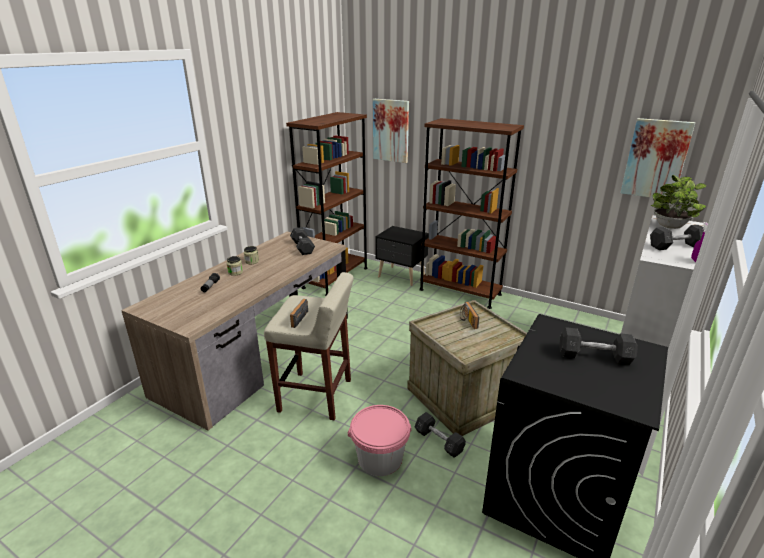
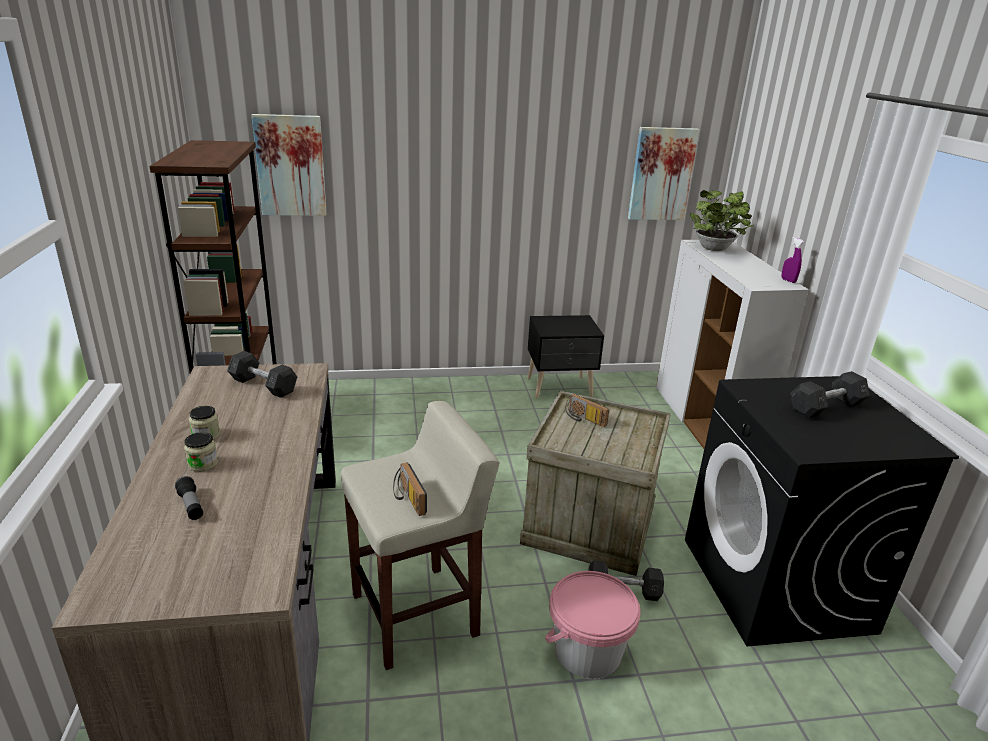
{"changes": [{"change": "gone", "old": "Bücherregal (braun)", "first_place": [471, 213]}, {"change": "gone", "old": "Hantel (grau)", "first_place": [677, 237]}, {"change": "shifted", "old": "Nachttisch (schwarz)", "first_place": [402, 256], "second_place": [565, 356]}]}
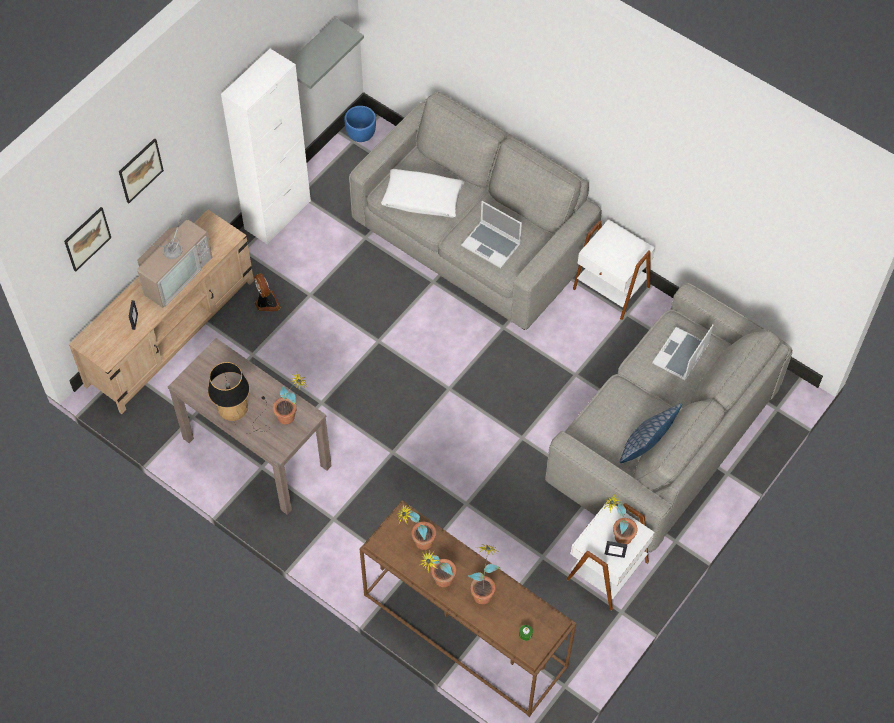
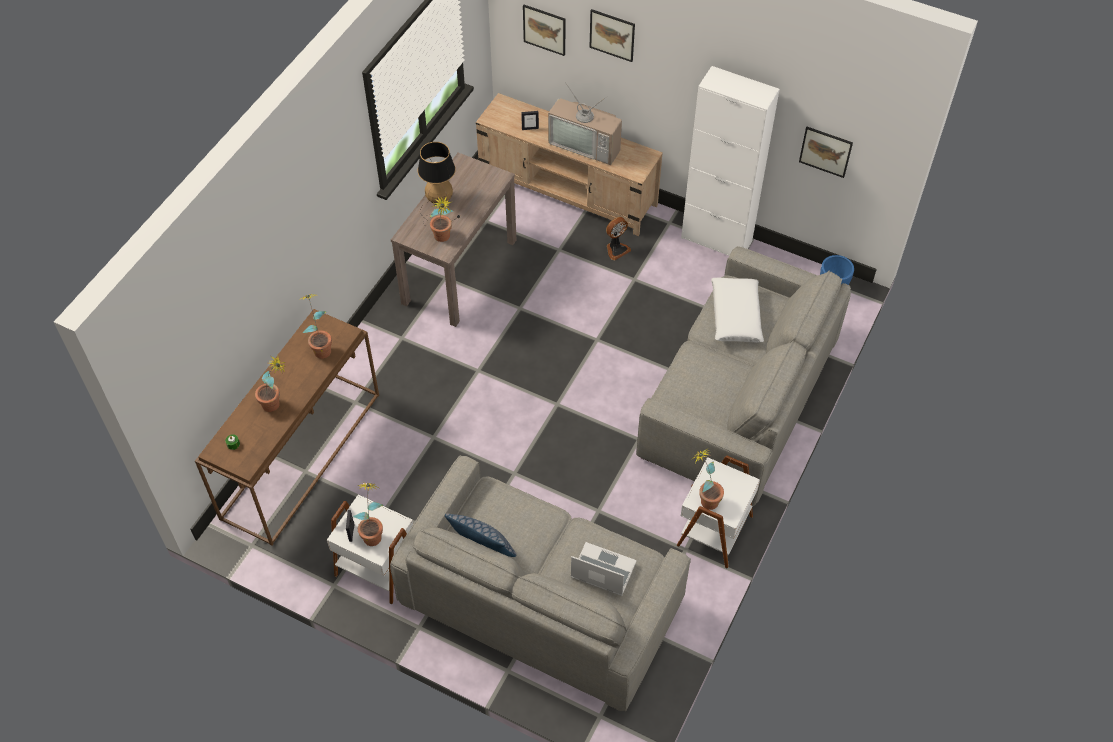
{"changes": [{"change": "gone", "old": "Laptop", "first_place": [491, 234]}, {"change": "shifted", "old": "Topfpflanze", "first_place": [438, 569], "second_place": [707, 479]}, {"change": "swapped", "old": "Wandregal (grau)", "new": "Bild", "first_place": [327, 53], "second_place": [826, 152]}]}
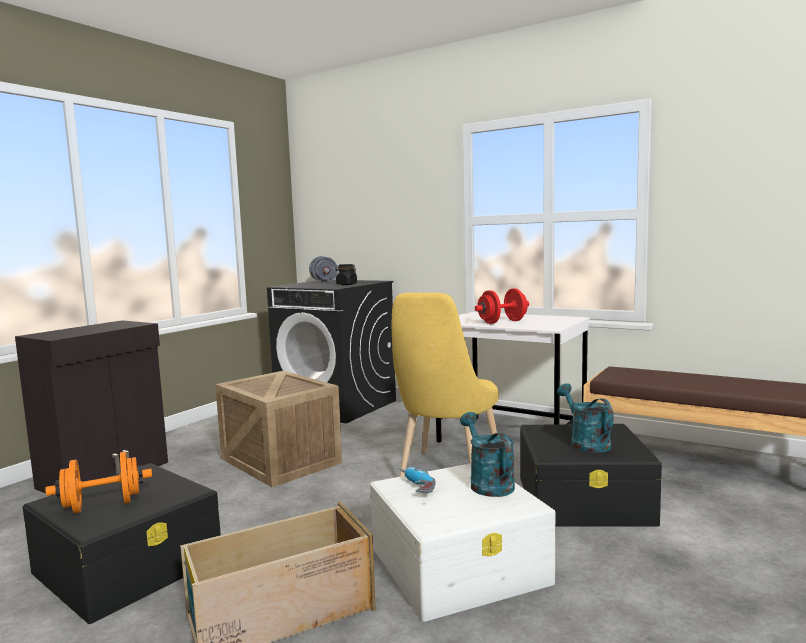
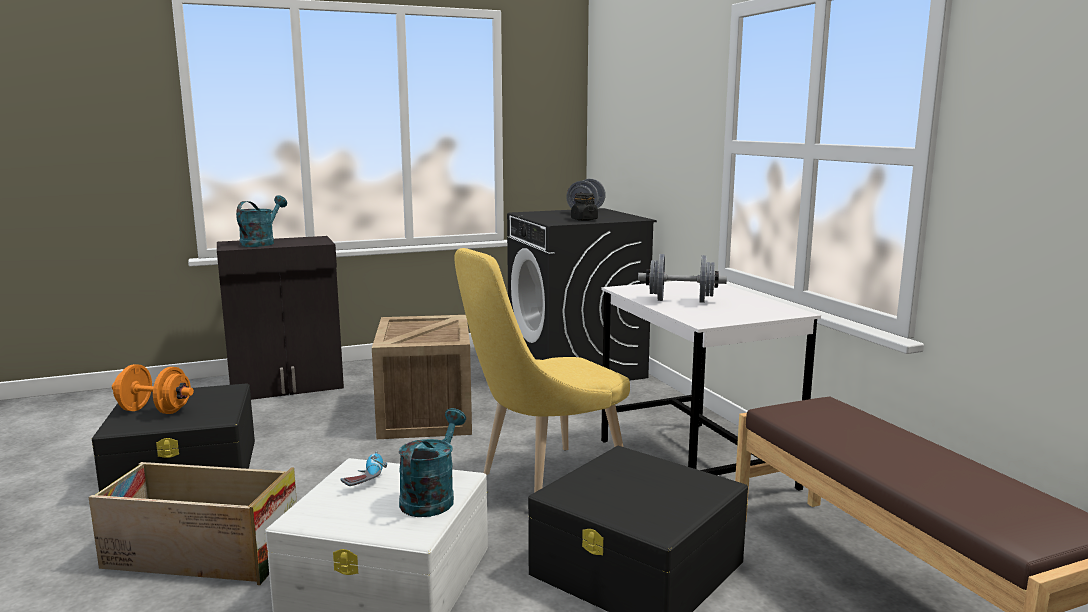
{"changes": [{"change": "shifted", "old": "Gießkanne (türkis)", "first_place": [585, 418], "second_place": [261, 221]}, {"change": "repainted", "old": "Hantel (rot)", "new": "Hantel (grau)", "first_place": [502, 306], "second_place": [682, 278]}]}
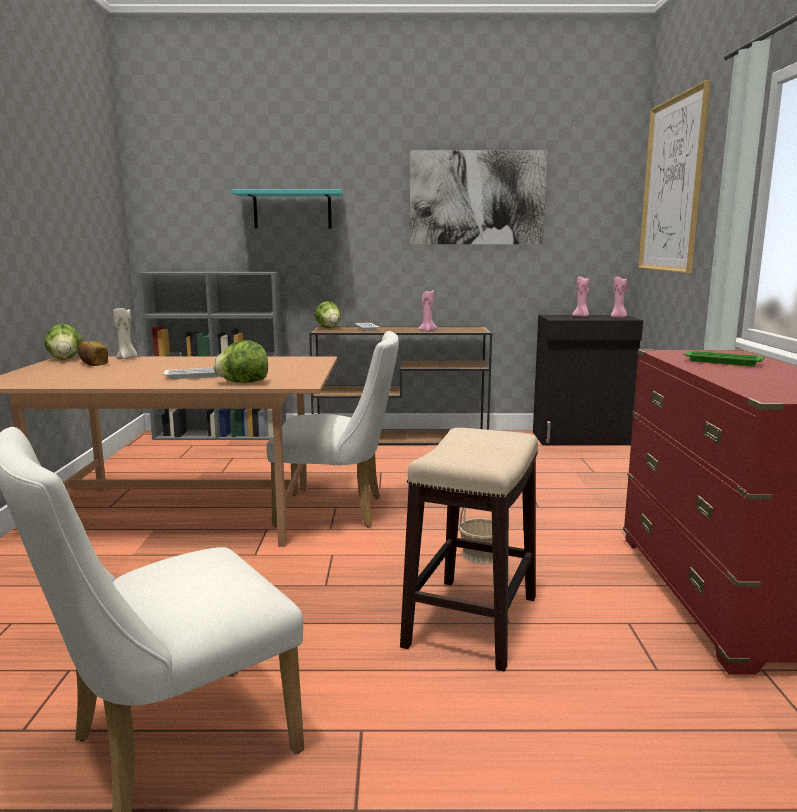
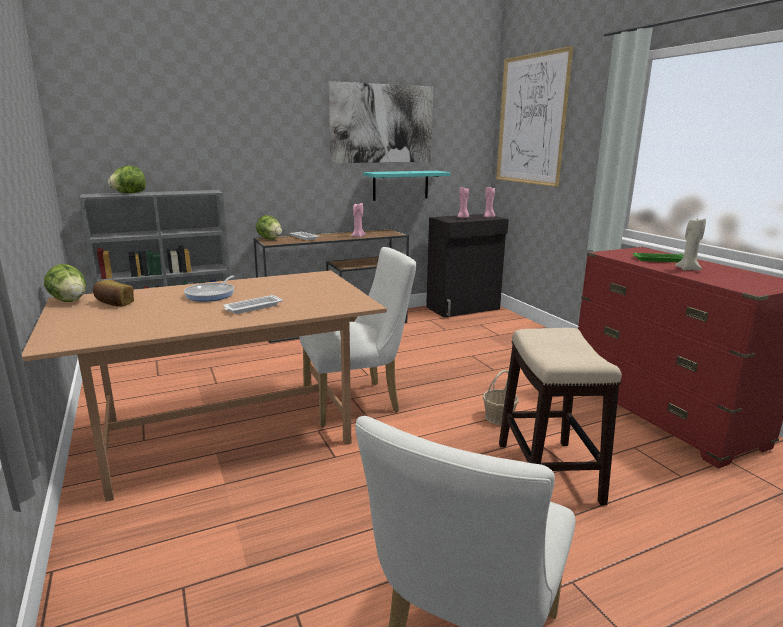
{"changes": [{"change": "new", "new": "Pfanne", "second_place": [209, 289]}, {"change": "shifted", "old": "Kerze (beige)", "first_place": [125, 332], "second_place": [690, 244]}, {"change": "shifted", "old": "Salatkopf", "first_place": [240, 362], "second_place": [127, 179]}, {"change": "shifted", "old": "Wandregal (türkis)", "first_place": [288, 208], "second_place": [407, 186]}]}
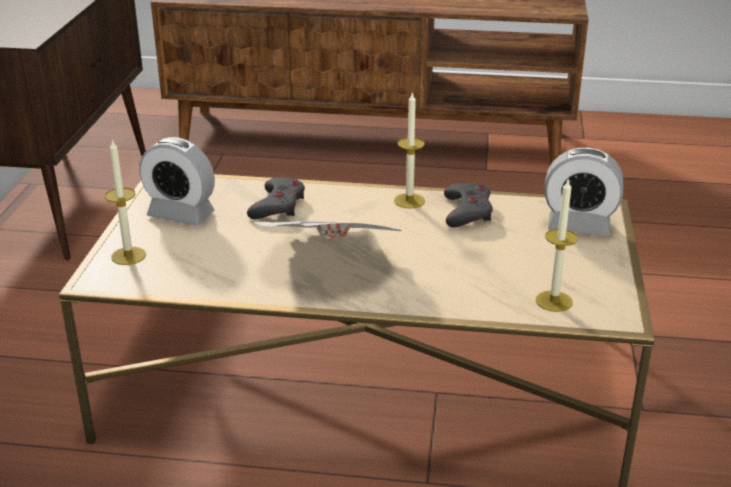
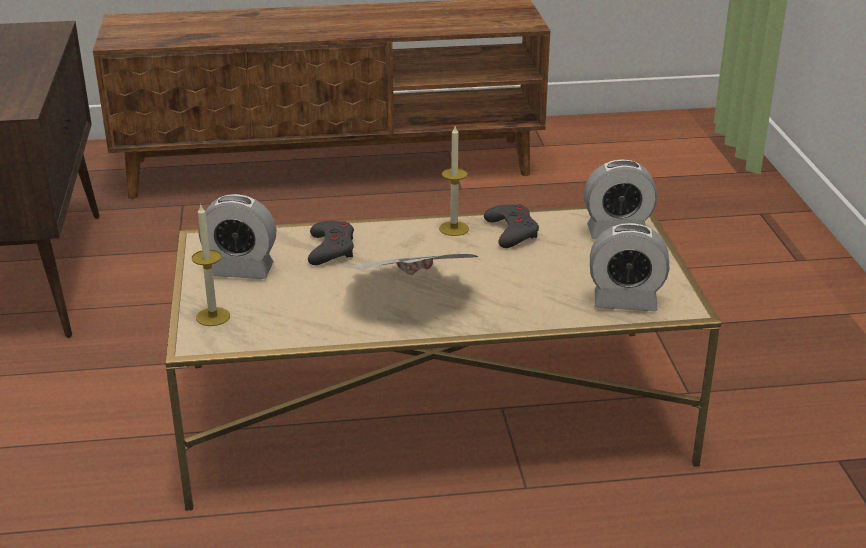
{"changes": [{"change": "swapped", "old": "Kerze", "new": "Wecker", "first_place": [557, 245], "second_place": [629, 267]}]}
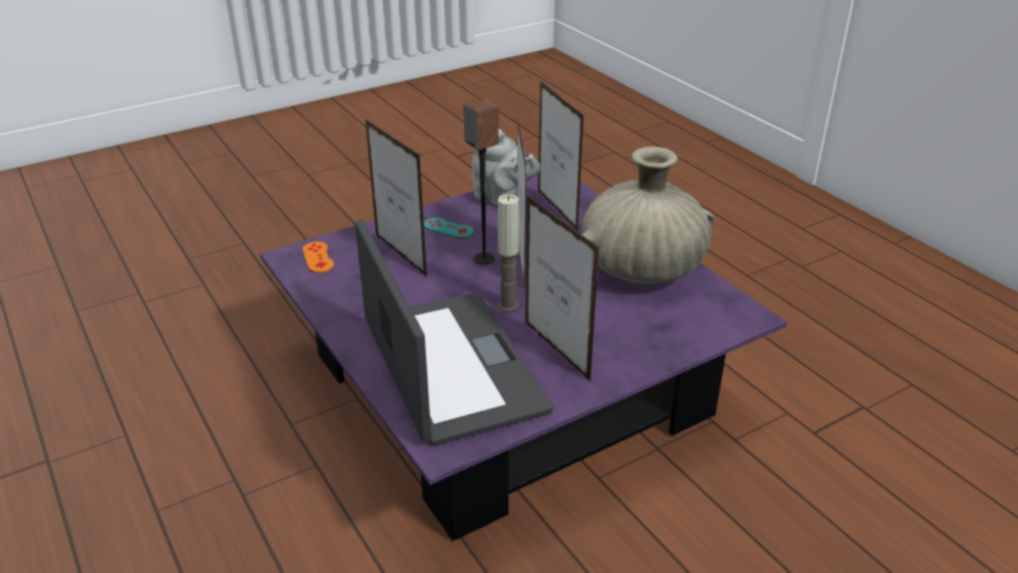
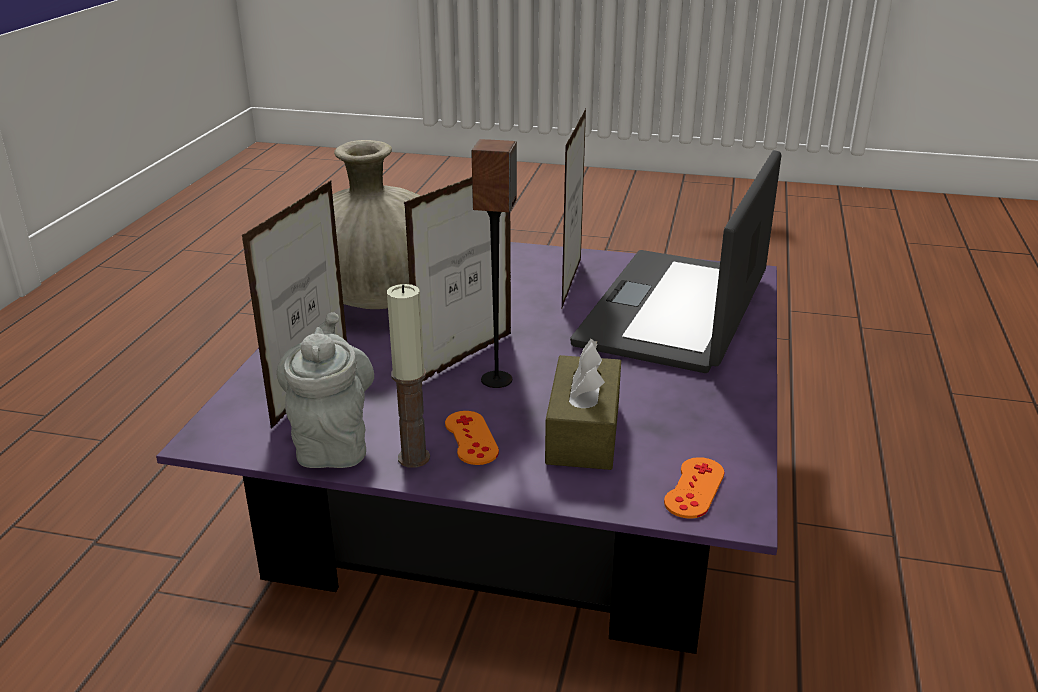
{"changes": [{"change": "shifted", "old": "Kerze", "first_place": [508, 252], "second_place": [408, 376]}, {"change": "swapped", "old": "Bilderrahmen", "new": "Taschentuchbox (braun)", "first_place": [396, 198], "second_place": [583, 404]}, {"change": "repainted", "old": "Gamepad (türkis)", "new": "Gamepad (orange)", "first_place": [449, 228], "second_place": [472, 438]}]}
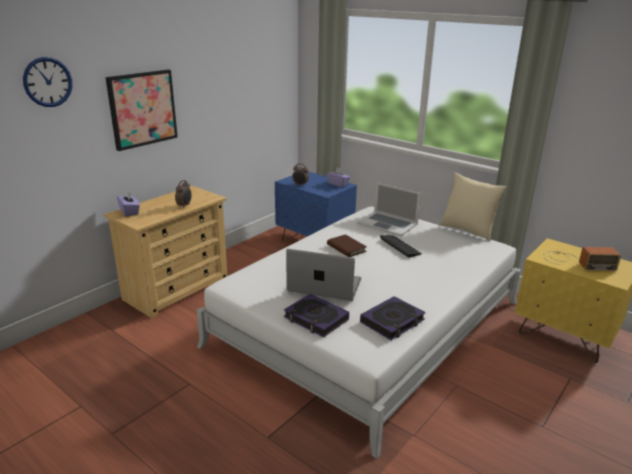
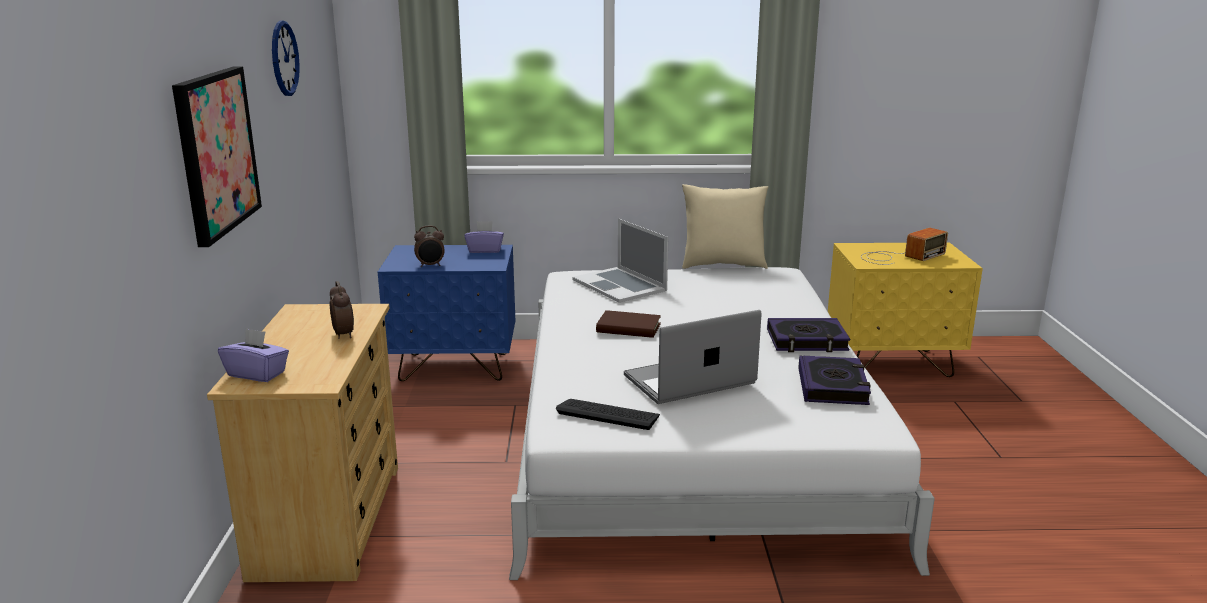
{"changes": [{"change": "shifted", "old": "Wanduhr", "first_place": [47, 82], "second_place": [286, 58]}, {"change": "shifted", "old": "Buch", "first_place": [316, 315], "second_place": [808, 335]}, {"change": "shifted", "old": "Tastatur", "first_place": [401, 246], "second_place": [608, 414]}, {"change": "rotated", "old": "Laptop", "first_place": [389, 209], "second_place": [620, 260], "degrees": 60}]}
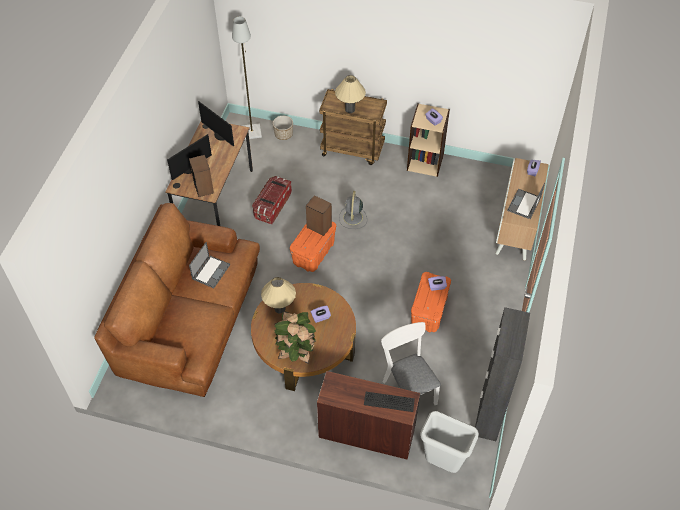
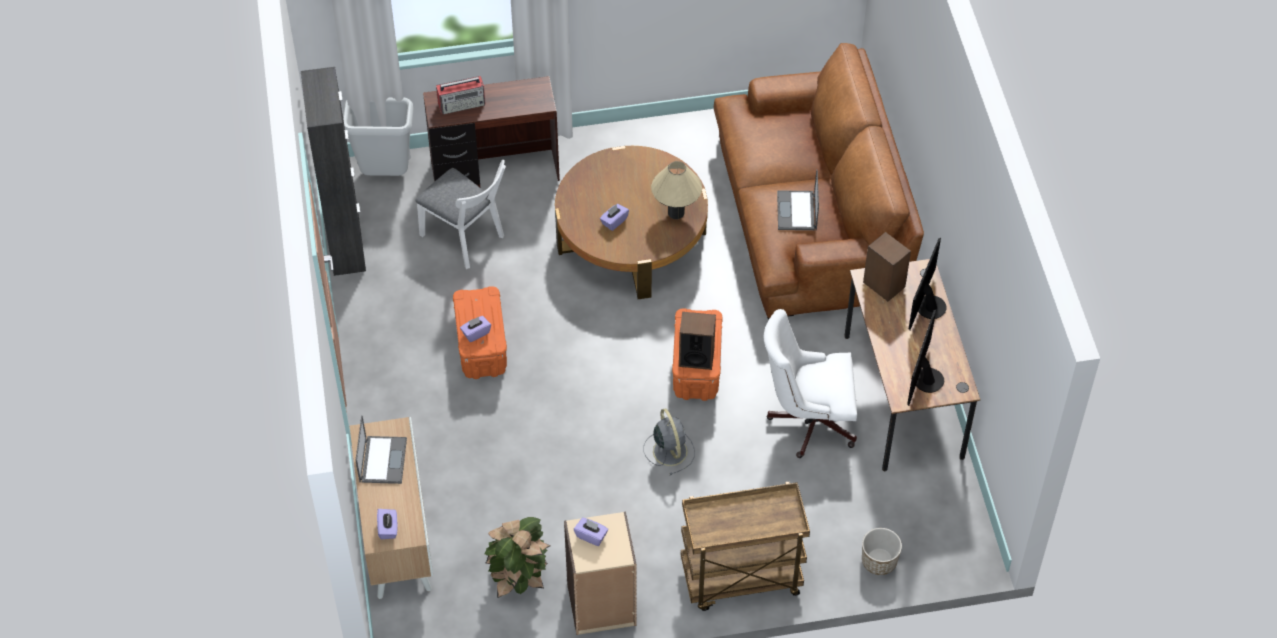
{"changes": [{"change": "gone", "old": "Stehlampe (grau)", "first_place": [247, 77]}, {"change": "gone", "old": "Tischlampe (beige)", "first_place": [350, 94]}, {"change": "shifted", "old": "Topfpflanze", "first_place": [295, 337], "second_place": [517, 557]}, {"change": "swapped", "old": "Aufbewahrungsbox", "new": "Bürostuhl (weiß)", "first_place": [272, 200], "second_place": [810, 383]}, {"change": "swapped", "old": "Tastatur", "new": "Radio", "first_place": [389, 402], "second_place": [461, 95]}, {"change": "rotated", "old": "Monitor", "first_place": [216, 123], "second_place": [925, 358], "degrees": -90}]}
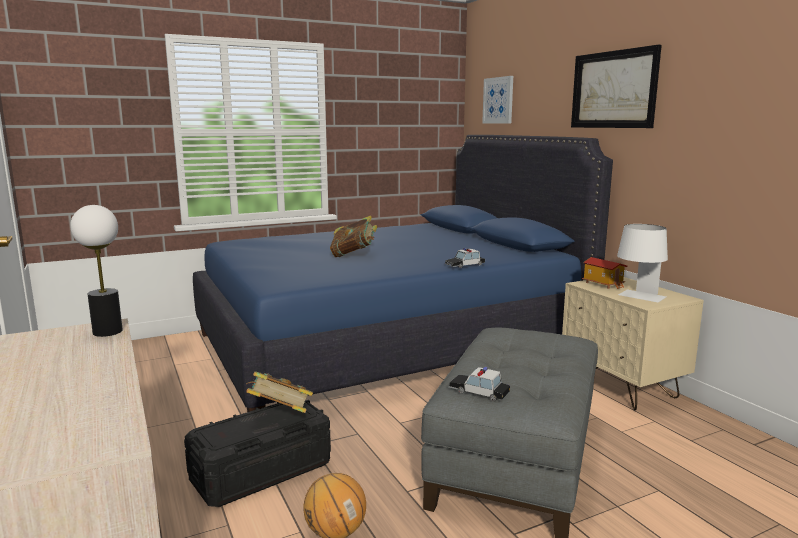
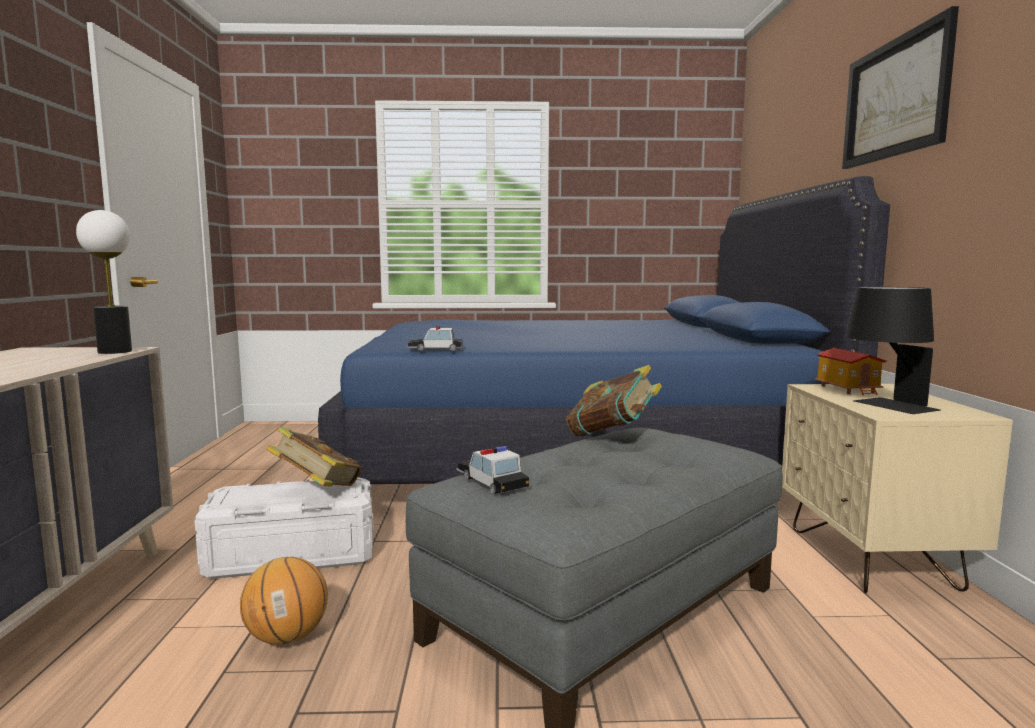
{"changes": [{"change": "gone", "old": "Bild", "first_place": [497, 100]}, {"change": "shifted", "old": "Buch", "first_place": [353, 236], "second_place": [614, 401]}, {"change": "shifted", "old": "Spielzeugauto", "first_place": [465, 258], "second_place": [435, 338]}, {"change": "repainted", "old": "Aufbewahrungsbox (schwarz)", "new": "Aufbewahrungsbox (weiß)", "first_place": [257, 453], "second_place": [284, 528]}, {"change": "repainted", "old": "Tischlampe (weiß)", "new": "Tischlampe (schwarz)", "first_place": [642, 263], "second_place": [893, 350]}]}
